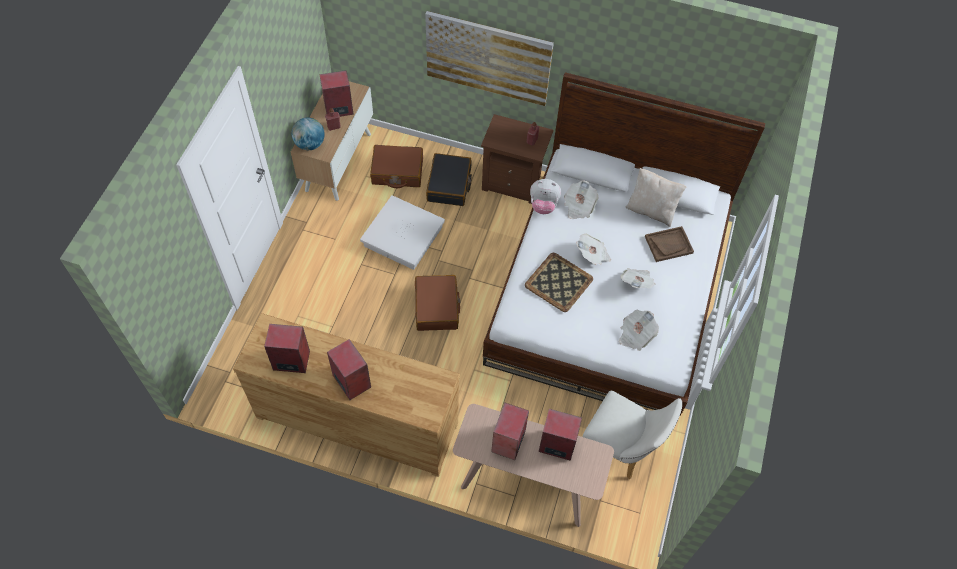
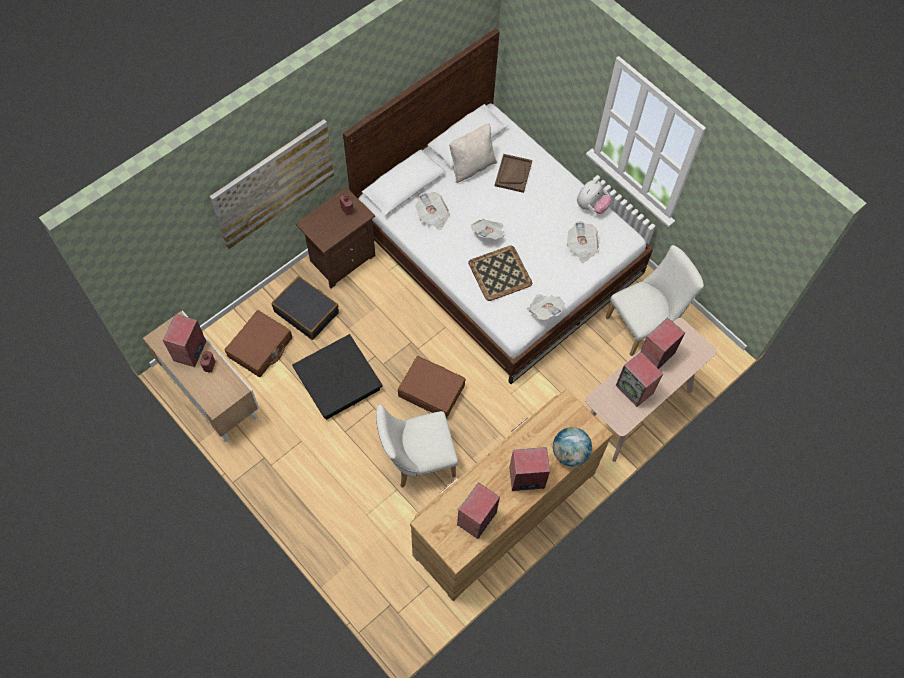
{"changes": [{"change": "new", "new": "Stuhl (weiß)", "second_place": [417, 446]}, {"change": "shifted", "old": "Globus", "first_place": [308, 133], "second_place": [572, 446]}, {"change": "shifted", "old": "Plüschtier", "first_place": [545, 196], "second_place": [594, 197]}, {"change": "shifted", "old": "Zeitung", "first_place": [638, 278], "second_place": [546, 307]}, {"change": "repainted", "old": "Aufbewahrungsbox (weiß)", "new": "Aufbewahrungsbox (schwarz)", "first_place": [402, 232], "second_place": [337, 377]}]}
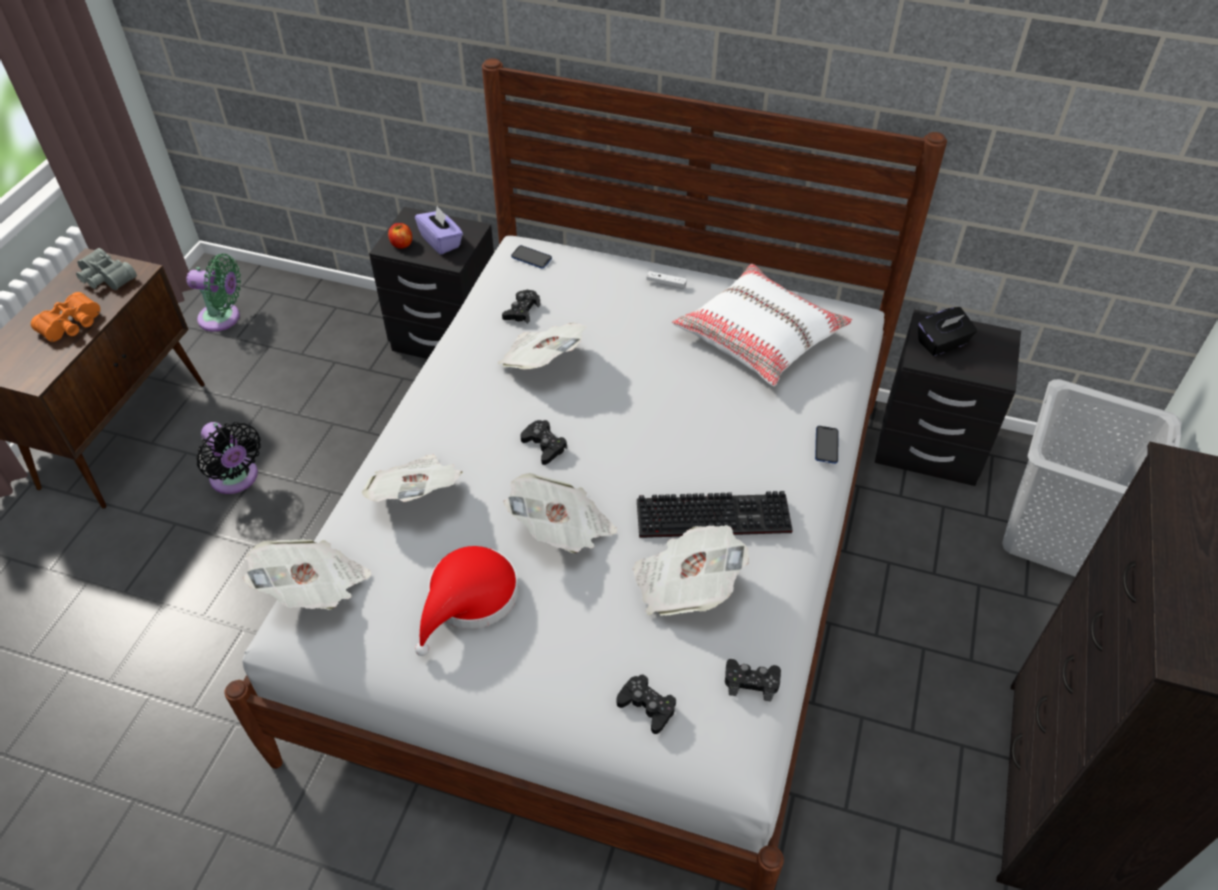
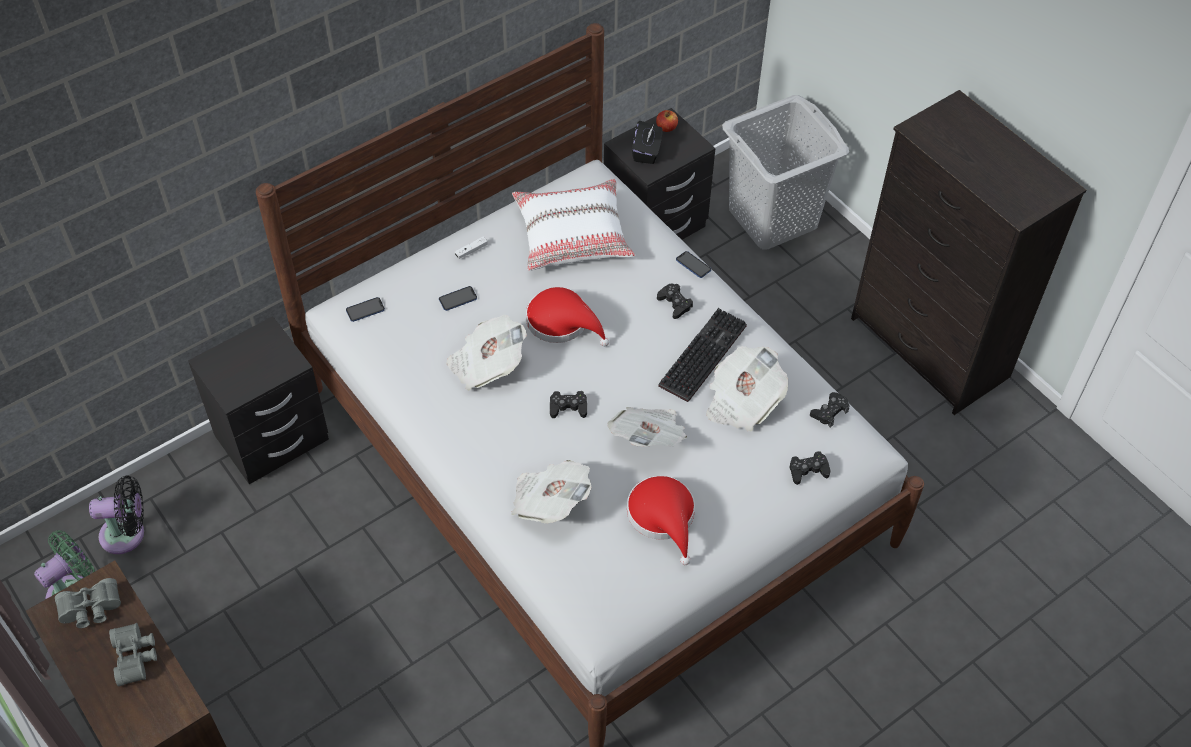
{"changes": [{"change": "gone", "old": "Zeitung", "first_place": [307, 574]}, {"change": "gone", "old": "Taschentuchbox (lila)", "first_place": [439, 230]}, {"change": "new", "new": "Handy", "second_place": [458, 298]}, {"change": "new", "new": "Hut (rot)", "second_place": [567, 316]}, {"change": "shifted", "old": "Ventilator (schwarz)", "first_place": [228, 458], "second_place": [116, 514]}, {"change": "shifted", "old": "Apfel", "first_place": [400, 236], "second_place": [667, 121]}, {"change": "shifted", "old": "Gamepad (schwarz)", "first_place": [521, 307], "second_place": [675, 301]}, {"change": "repainted", "old": "Fernglas (orange)", "new": "Fernglas (grau)", "first_place": [65, 317], "second_place": [133, 655]}]}
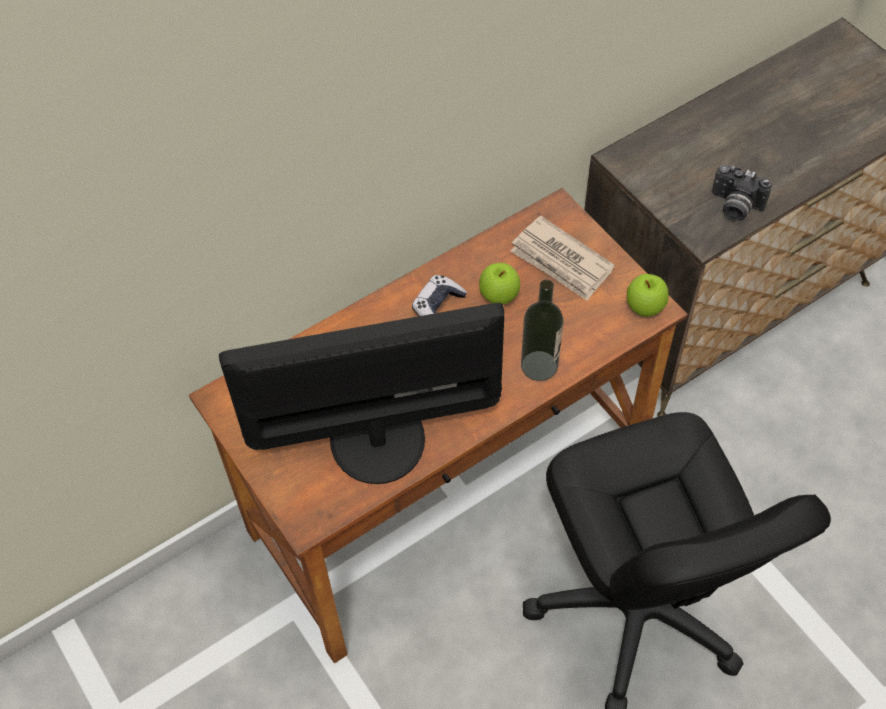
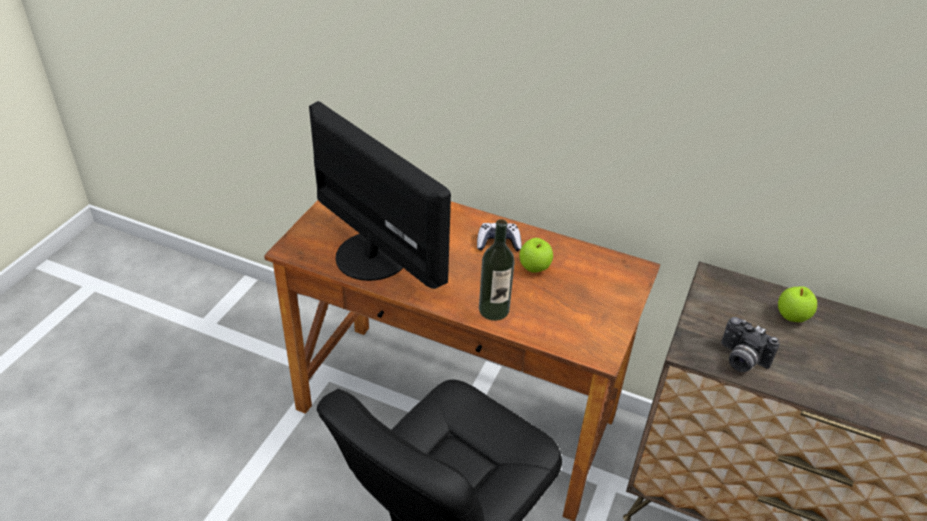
{"changes": [{"change": "gone", "old": "Zeitung", "first_place": [562, 258]}, {"change": "shifted", "old": "Apfel", "first_place": [647, 295], "second_place": [797, 304]}, {"change": "rotated", "old": "Kamera", "first_place": [742, 193], "second_place": [750, 344], "degrees": -45}]}
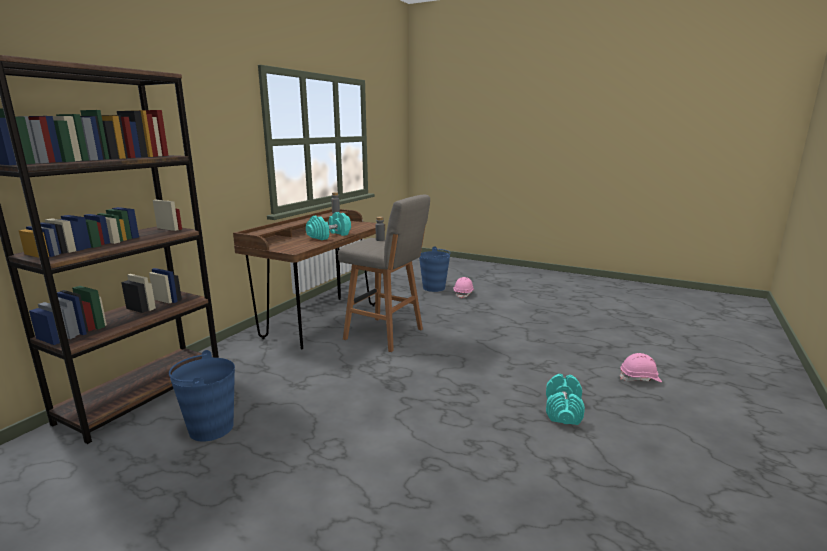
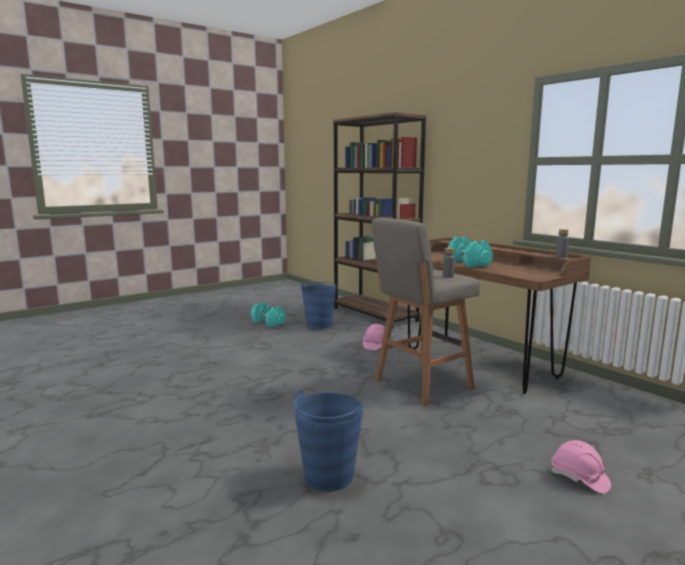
{"changes": [{"change": "shifted", "old": "Eimer (blau)", "first_place": [435, 269], "second_place": [328, 441]}, {"change": "shifted", "old": "Hantel (türkis)", "first_place": [565, 399], "second_place": [268, 314]}, {"change": "shifted", "old": "Schutzhelm (rosa)", "first_place": [641, 367], "second_place": [374, 337]}]}
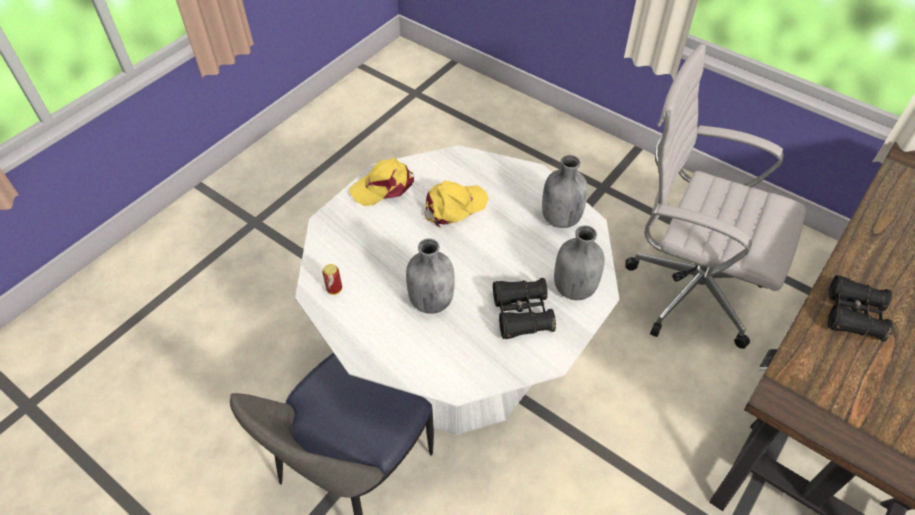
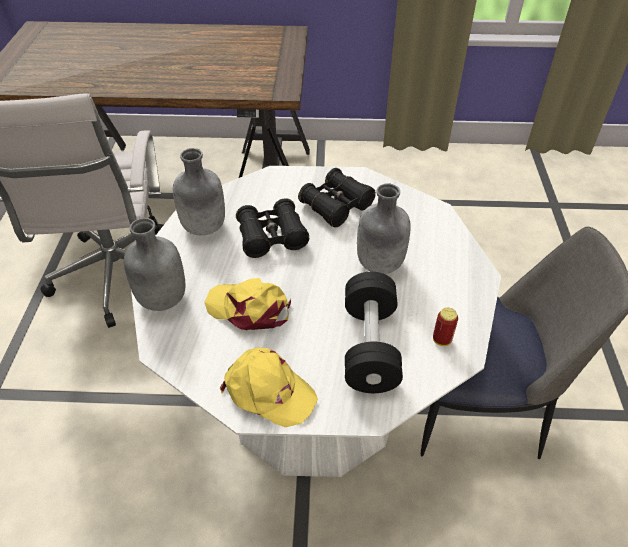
{"changes": [{"change": "new", "new": "Hantel (schwarz)", "second_place": [374, 332]}, {"change": "shifted", "old": "Flasche (grau)", "first_place": [579, 262], "second_place": [154, 264]}, {"change": "shifted", "old": "Fernglas (schwarz)", "first_place": [860, 308], "second_place": [272, 228]}]}
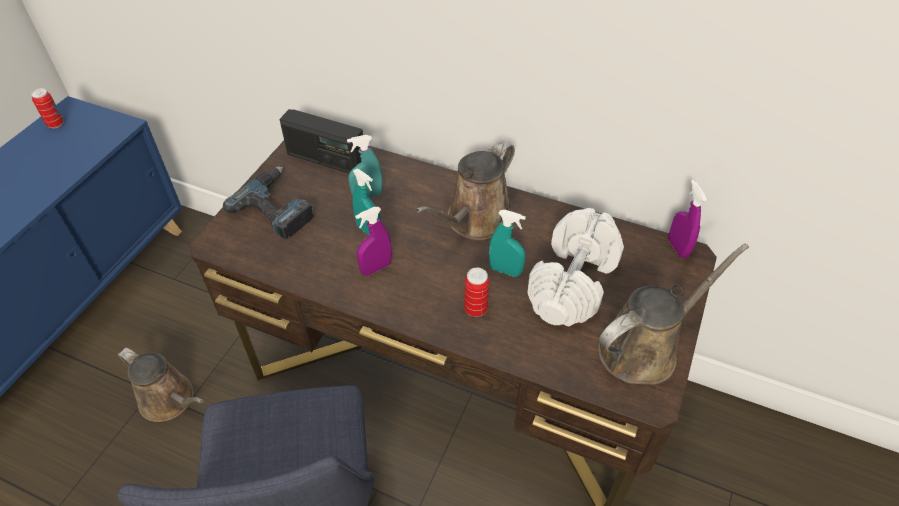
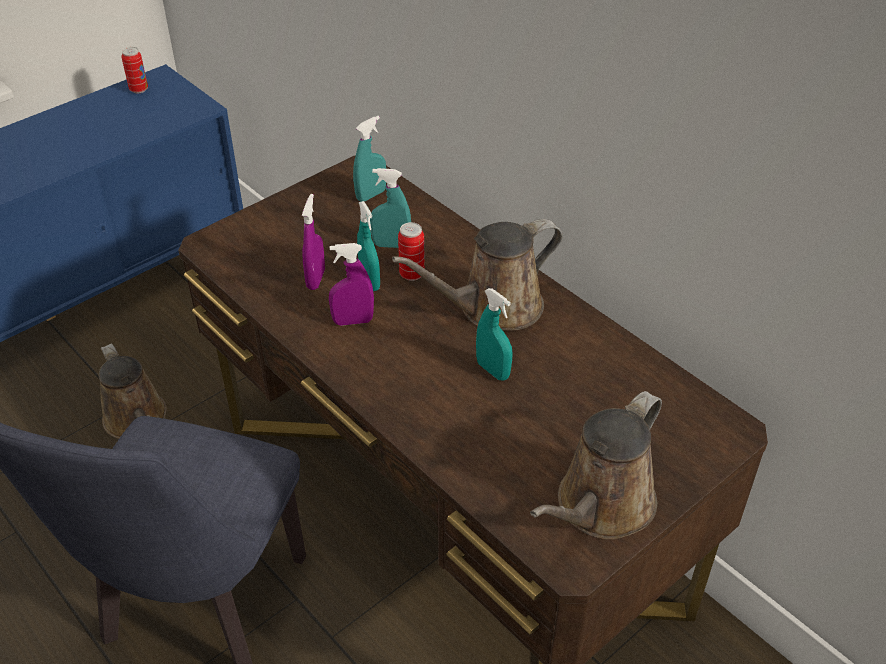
{"changes": [{"change": "gone", "old": "Bohrmaschine", "first_place": [269, 203]}, {"change": "gone", "old": "Hantel (weiß)", "first_place": [576, 267]}, {"change": "shifted", "old": "Dose", "first_place": [476, 292], "second_place": [411, 251]}, {"change": "shifted", "old": "Sprühflasche (lila)", "first_place": [687, 219], "second_place": [313, 242]}, {"change": "swapped", "old": "Radio", "new": "Sprühflasche (türkis)", "first_place": [321, 141], "second_place": [369, 159]}, {"change": "rotated", "old": "Gießkanne (braun)", "first_place": [673, 314], "second_place": [596, 465], "degrees": 135}]}
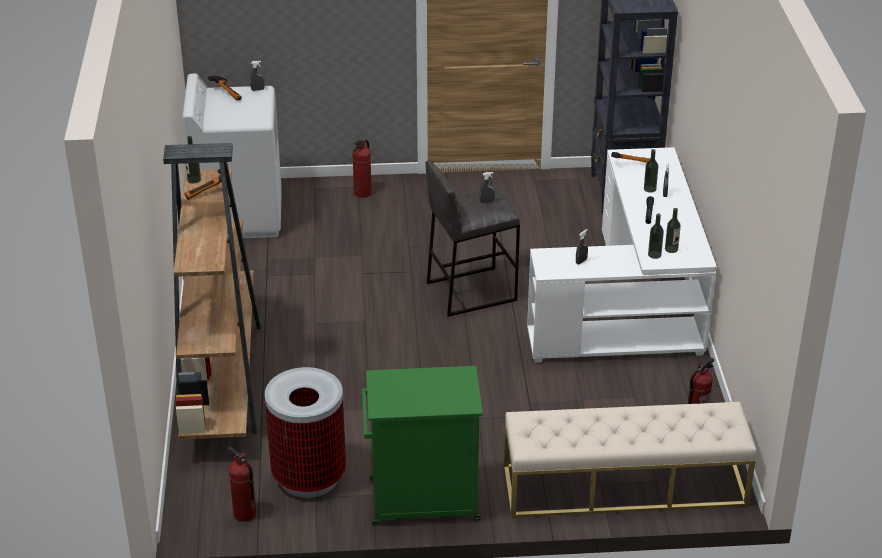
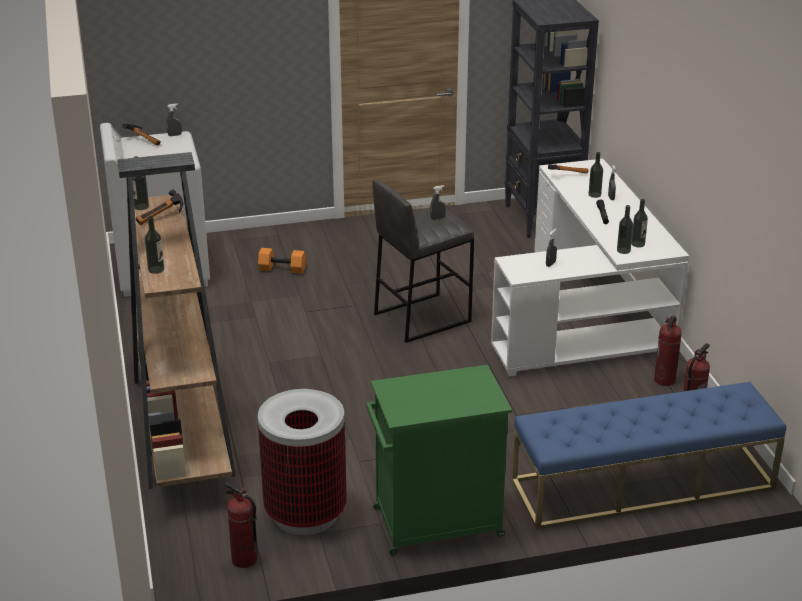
{"changes": [{"change": "new", "new": "Flasche", "second_place": [154, 245]}, {"change": "new", "new": "Hantel (orange)", "second_place": [282, 261]}, {"change": "shifted", "old": "Feuerlöscher", "first_place": [362, 169], "second_place": [668, 351]}, {"change": "repainted", "old": "Bank (beige)", "new": "Bank (blau)", "first_place": [630, 460], "second_place": [648, 456]}]}
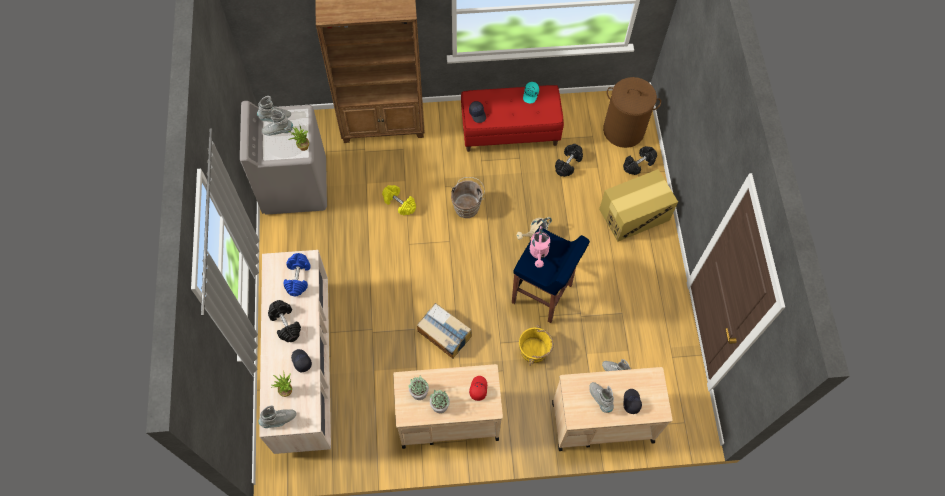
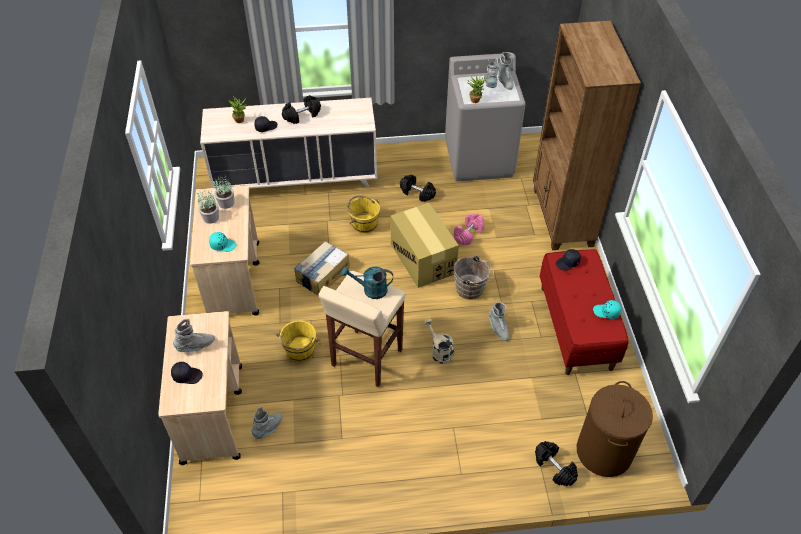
{"changes": [{"change": "gone", "old": "Hantel (blau)", "first_place": [297, 274]}, {"change": "new", "new": "Eimer (gelb)", "second_place": [364, 214]}, {"change": "shifted", "old": "Stiefel (grau)", "first_place": [277, 417], "second_place": [499, 321]}, {"change": "shifted", "old": "Hantel (schwarz)", "first_place": [569, 160], "second_place": [418, 188]}, {"change": "shifted", "old": "Karton", "first_place": [638, 205], "second_place": [424, 245]}, {"change": "repainted", "old": "Hantel (gelb)", "new": "Hantel (rosa)", "first_place": [399, 200], "second_place": [469, 229]}, {"change": "repainted", "old": "Kappe (rot)", "new": "Kappe (türkis)", "first_place": [478, 388], "second_place": [223, 242]}, {"change": "repainted", "old": "Hocker (blau)", "new": "Hocker (beige)", "first_place": [551, 275], "second_place": [362, 329]}, {"change": "repainted", "old": "Gießkanne (rosa)", "new": "Gießkanne (türkis)", "first_place": [540, 247], "second_place": [367, 283]}]}
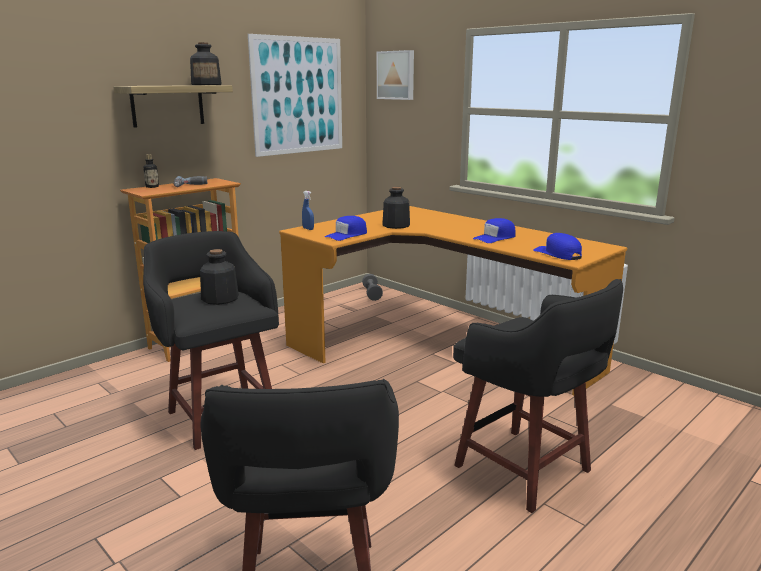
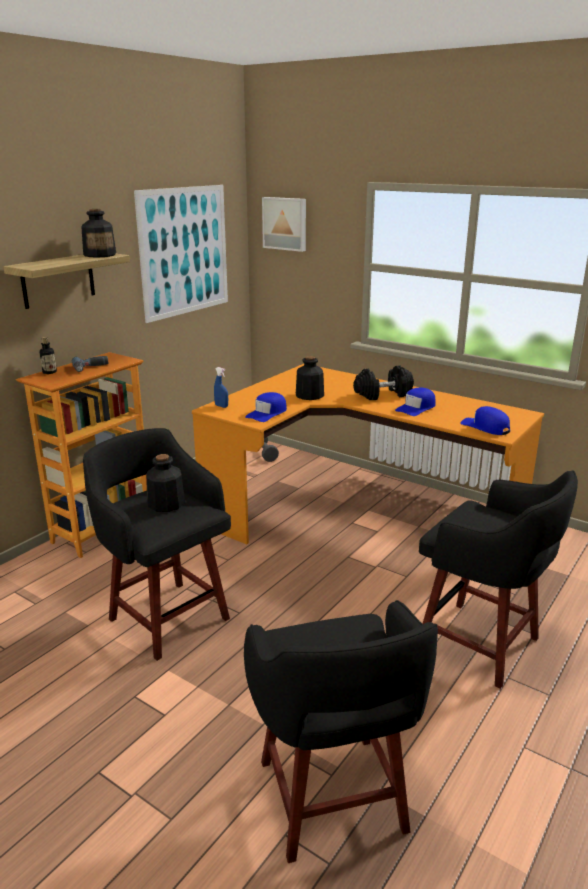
{"changes": [{"change": "new", "new": "Hantel (schwarz)", "second_place": [383, 382]}]}
